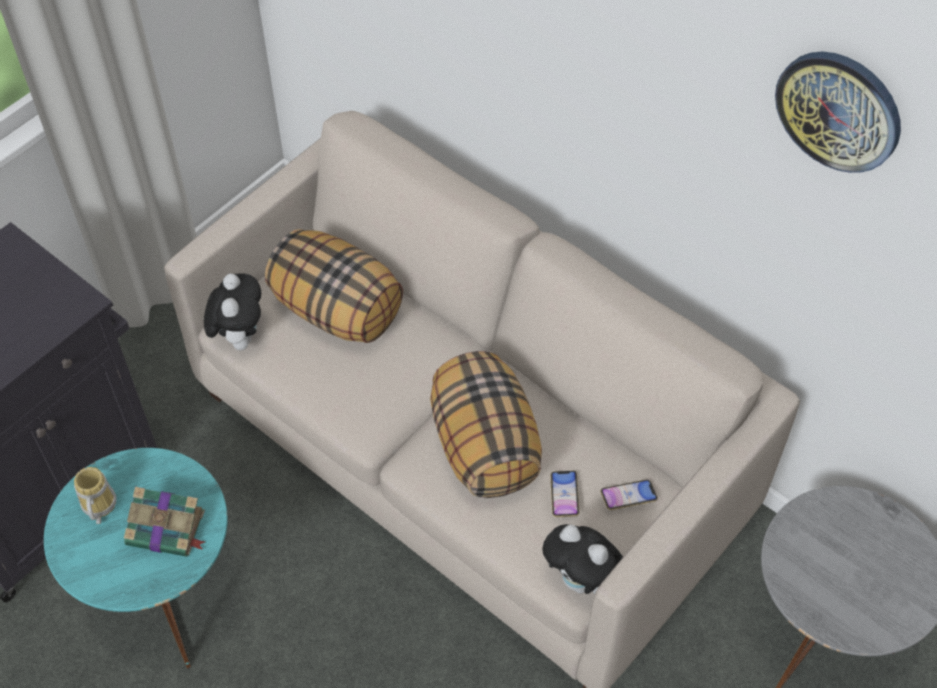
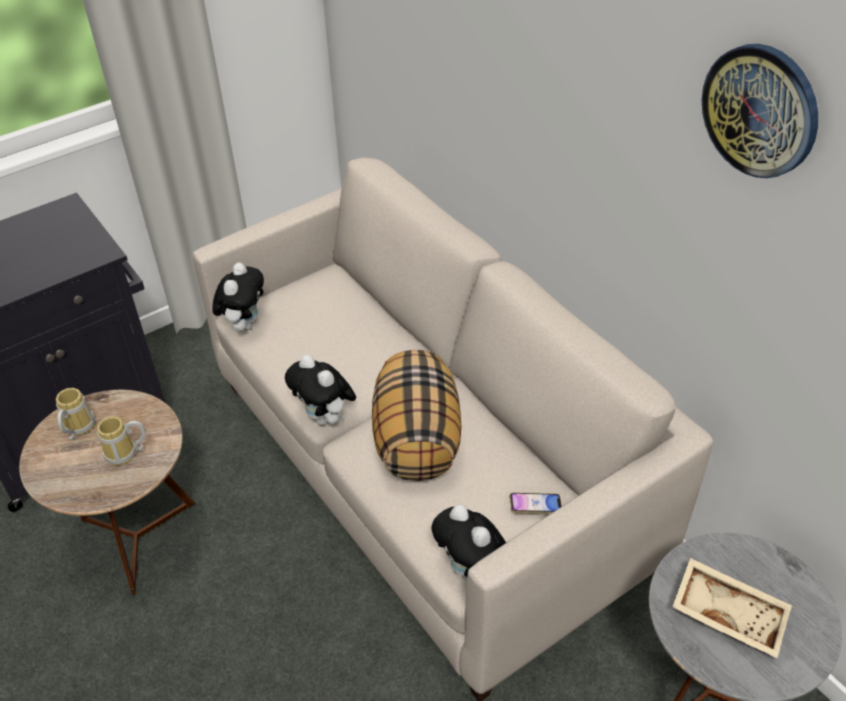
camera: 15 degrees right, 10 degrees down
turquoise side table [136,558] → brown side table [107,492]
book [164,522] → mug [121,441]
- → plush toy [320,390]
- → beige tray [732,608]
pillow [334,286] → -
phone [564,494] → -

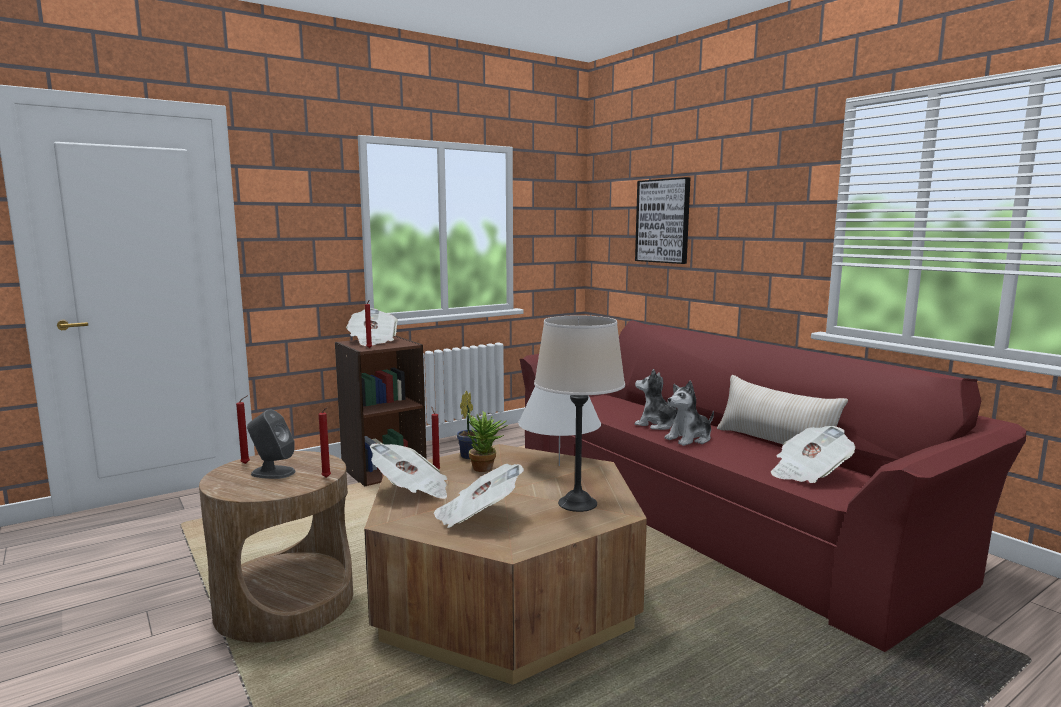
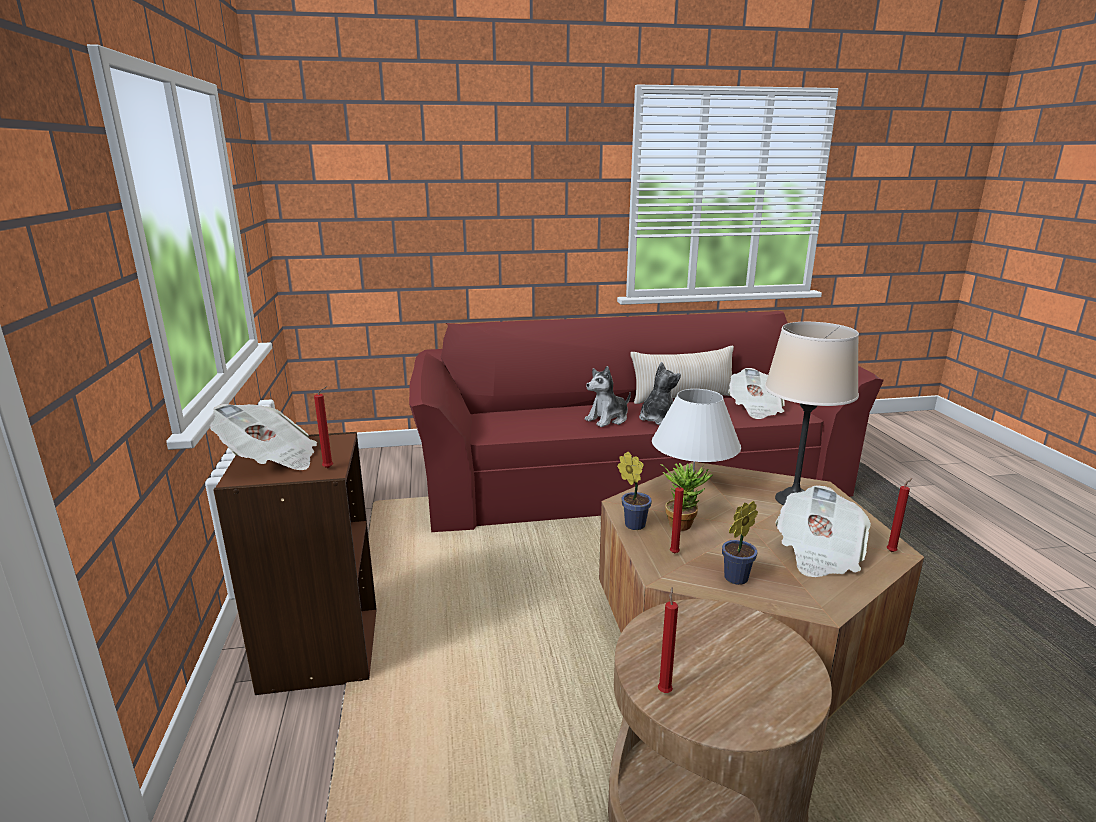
camera: 65 degrees left, 10 degrees up
plush toy [689,413] → plush toy [660,393], 135 degrees counterclockwise
newspaper [408,471] → potted plant [740,543]
red candle [325,442] → red candle [900,515], move
grey speaker [271,444] → -
picture [662,220] → -

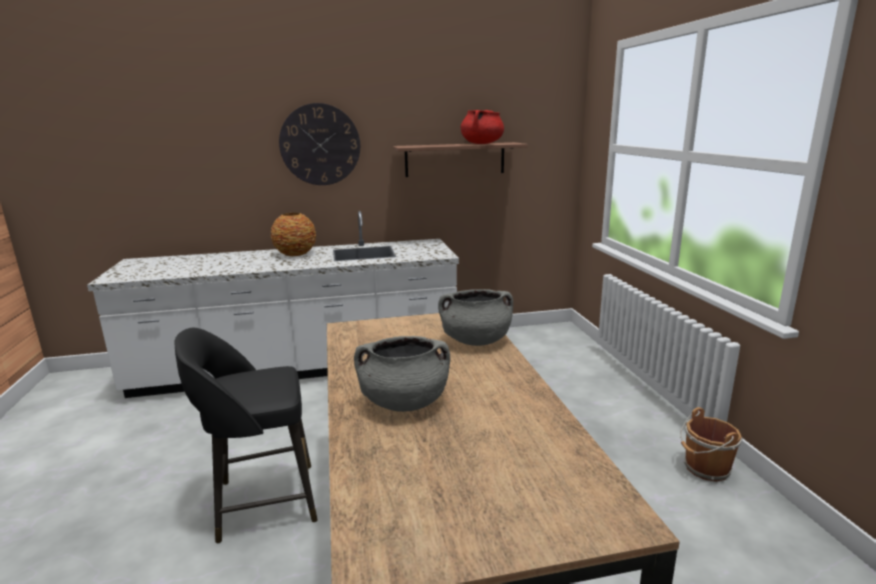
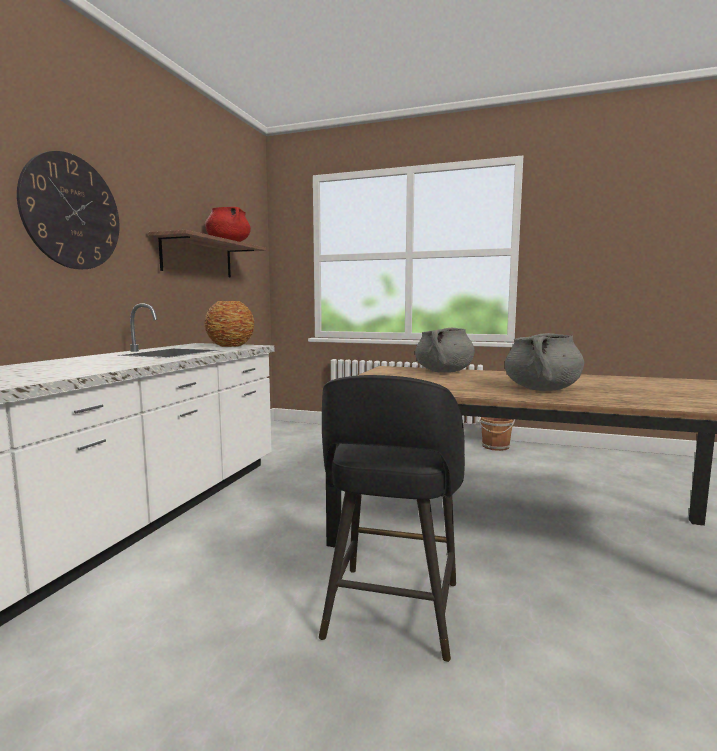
camera: 60 degrees left, 10 degrees down
vase [293,234] → vase [229,324], move

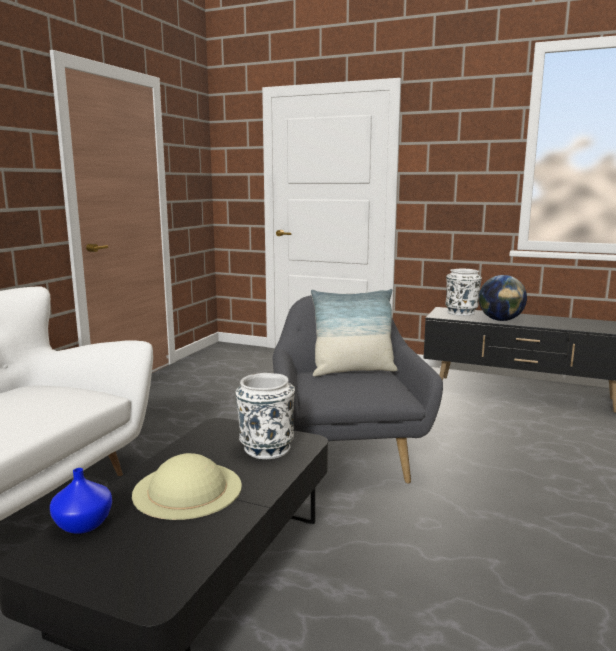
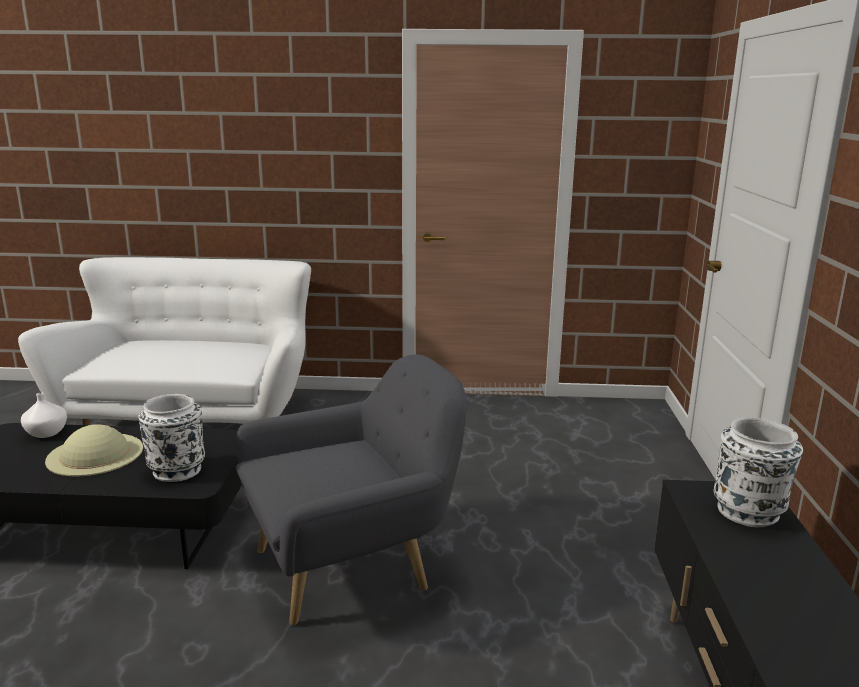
camera: 70 degrees right, 5 degrees up
blue vase [81,501] → white vase [44,415]
pillow [354,332] → -
globe [503,298] → -

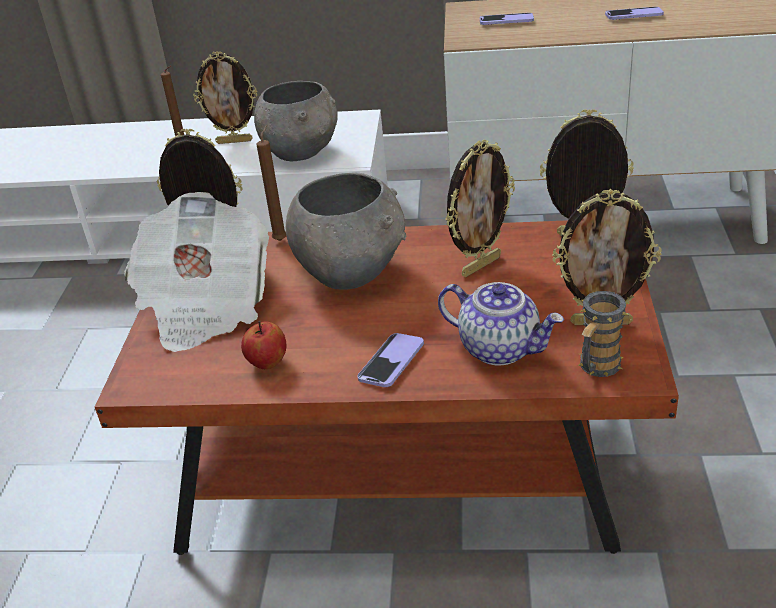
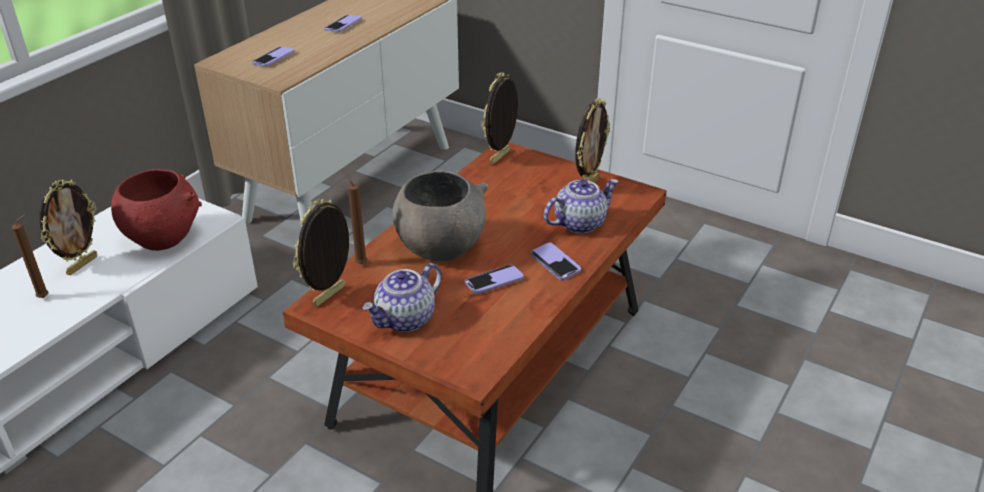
camera: 65 degrees left, 0 degrees up
grey bowl [296,121] → red bowl [156,210]
newspaper [196,272] → teapot [402,297]
- → phone [494,279]
apple [263,345] → -
picture frame [480,208] → -
mug [603,334] → -

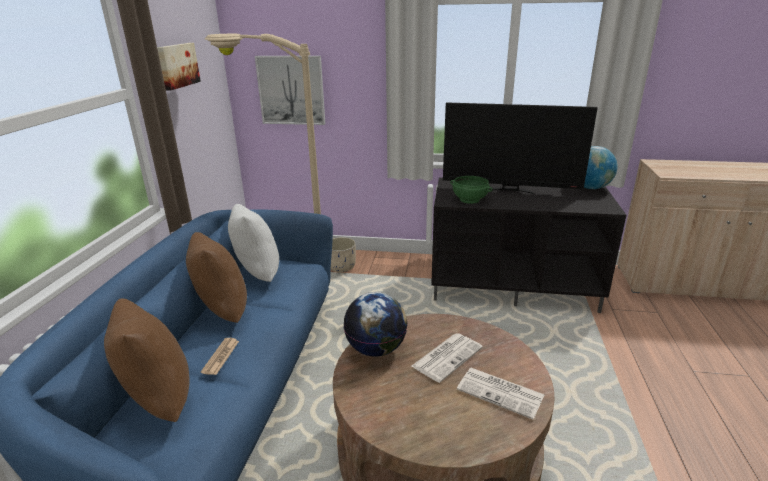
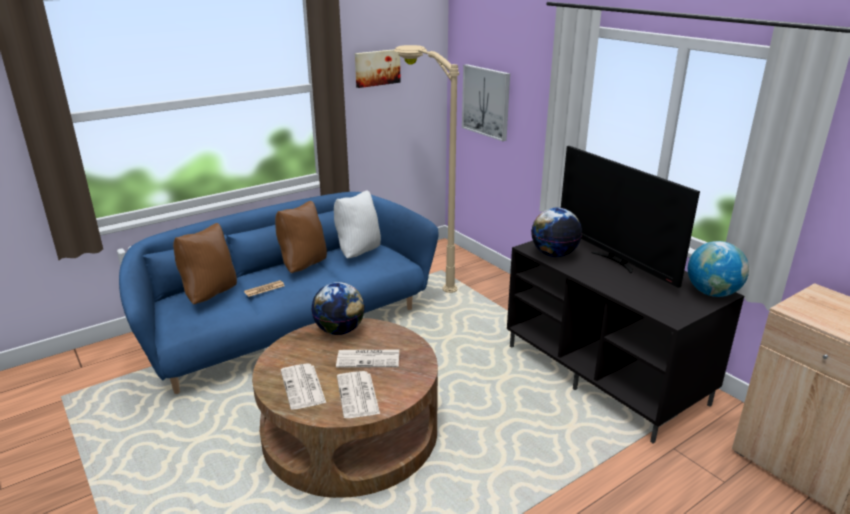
camera: 45 degrees right, 0 degrees up
- → newspaper [303,386]
green bowl [471,190] → globe [556,232]
beige planter [343,254] → -

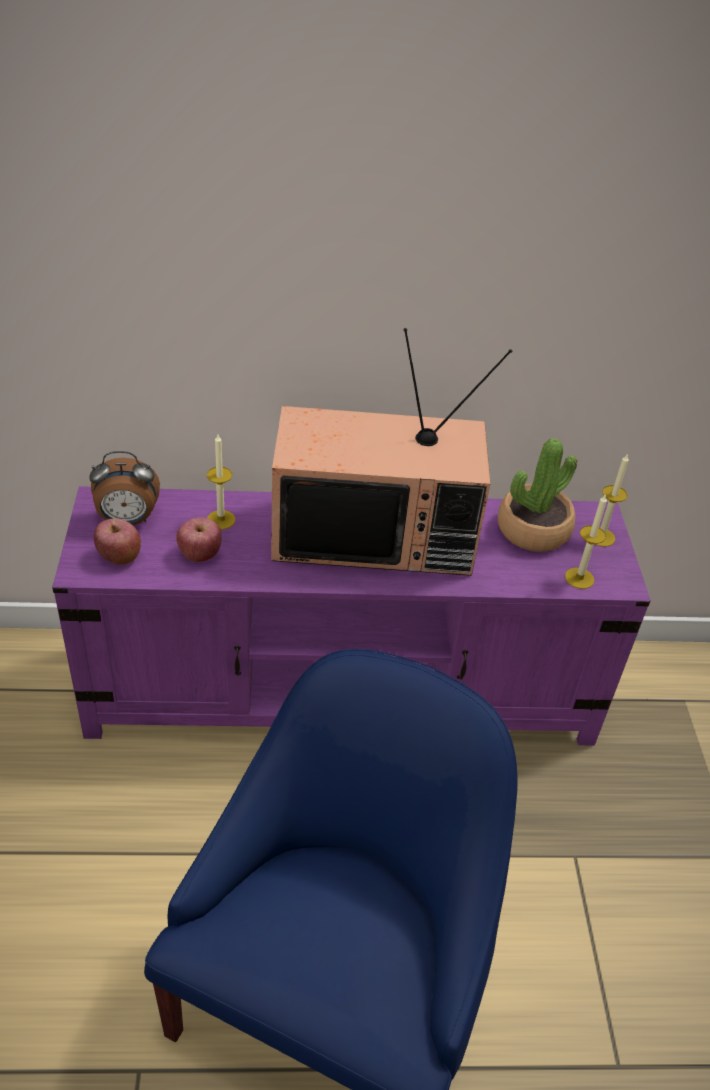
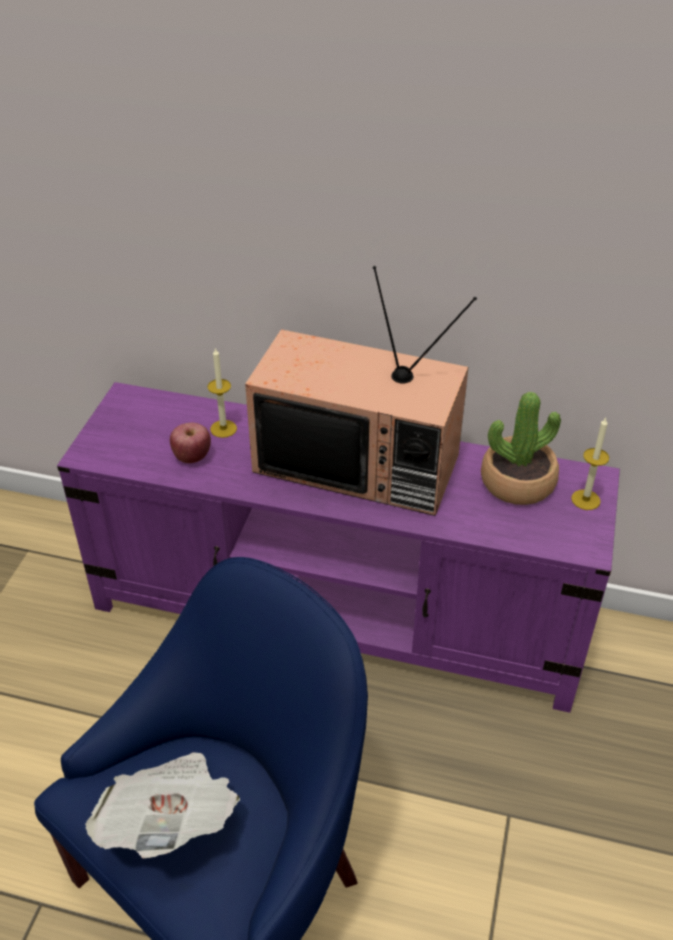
camera: 20 degrees right, 0 degrees up
- → newspaper [162,805]
alarm clock [124,488] → -
apple [117,541] → -
candle [586,542] → -

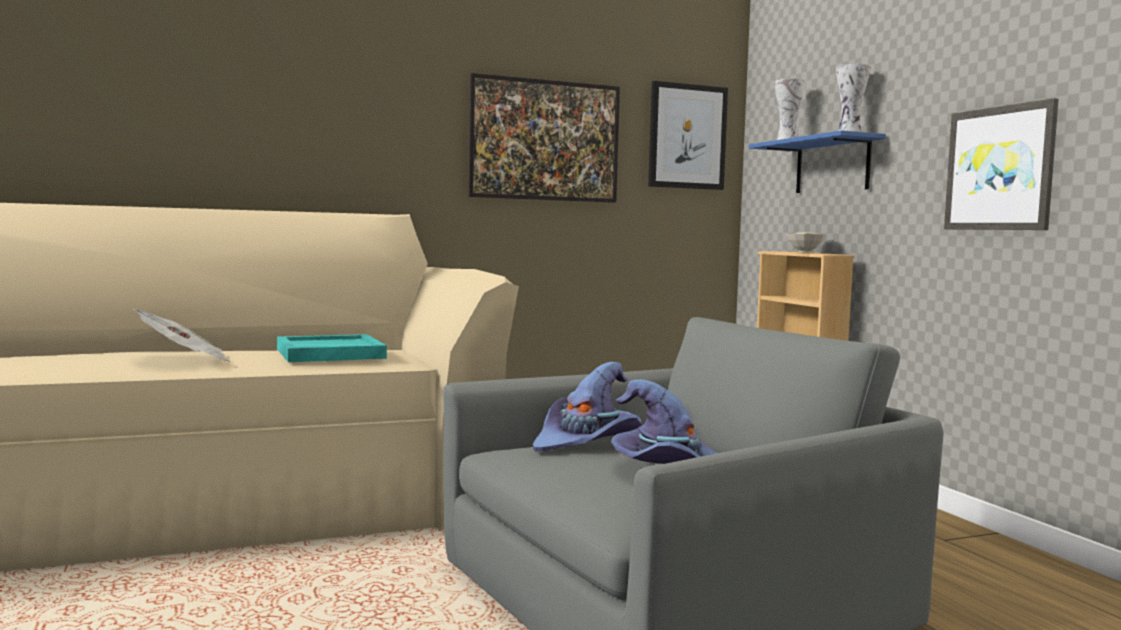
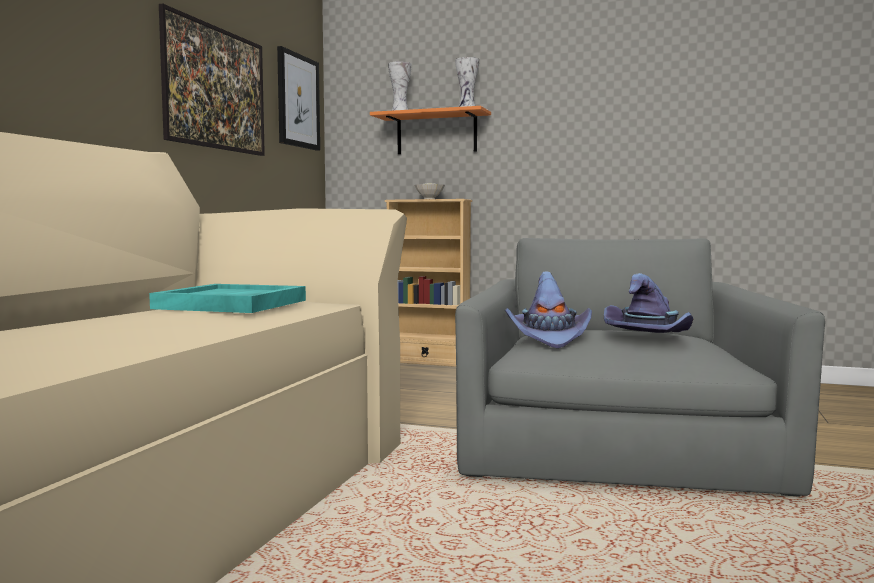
camera: 50 degrees left, 0 degrees up
blue shelf [817,161] → orange shelf [430,130]
newspaper [181,335] → -
picture [1001,164] → -

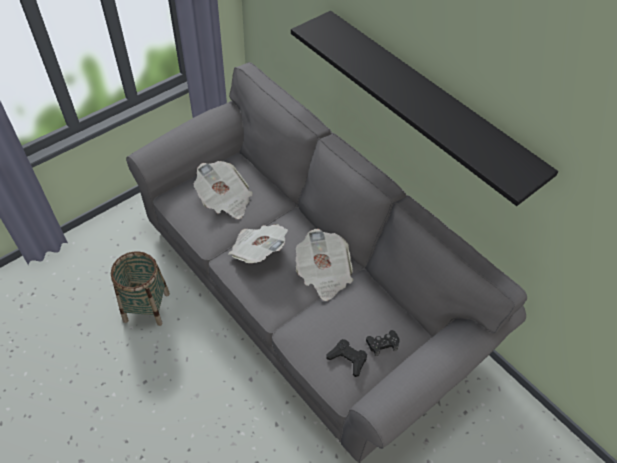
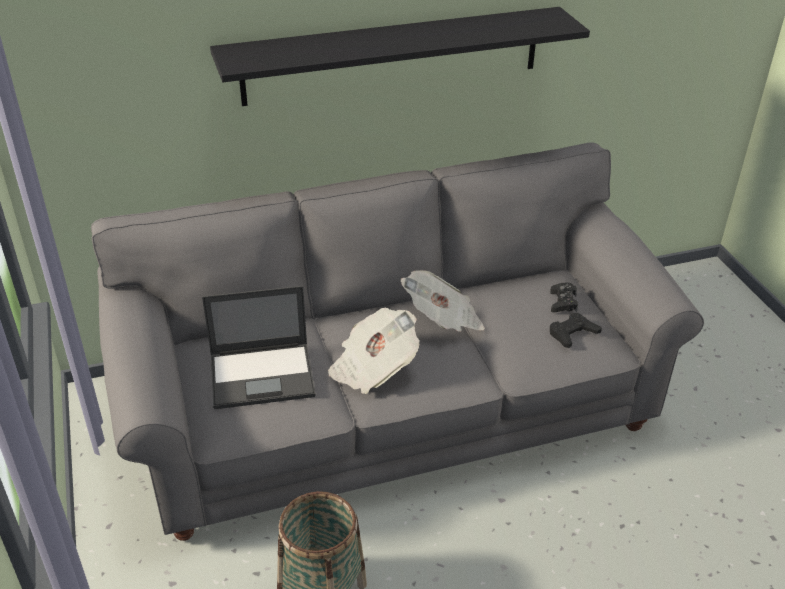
camera: 65 degrees left, 15 degrees down
newspaper [223,190] → laptop [258,347]

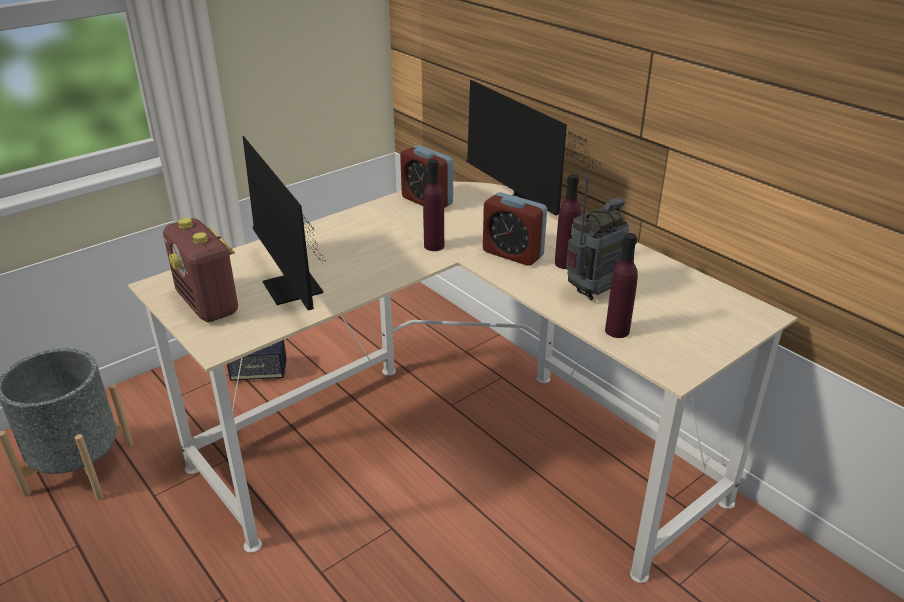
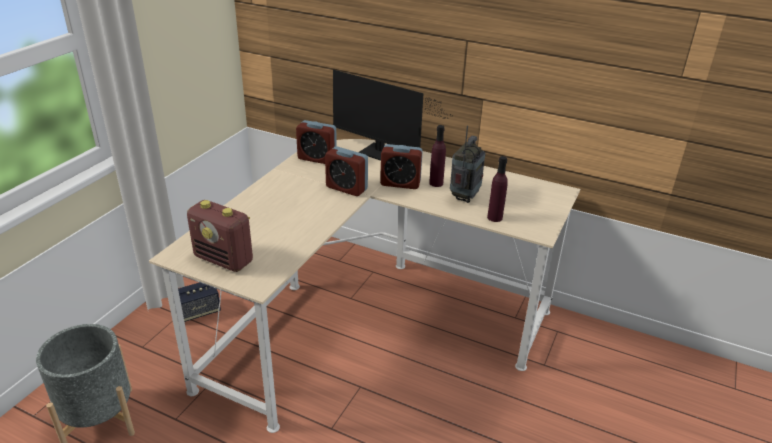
camera: 25 degrees left, 0 degrees up
purple bottle [433,205] → alarm clock [346,171]
monitor [283,223] → -

